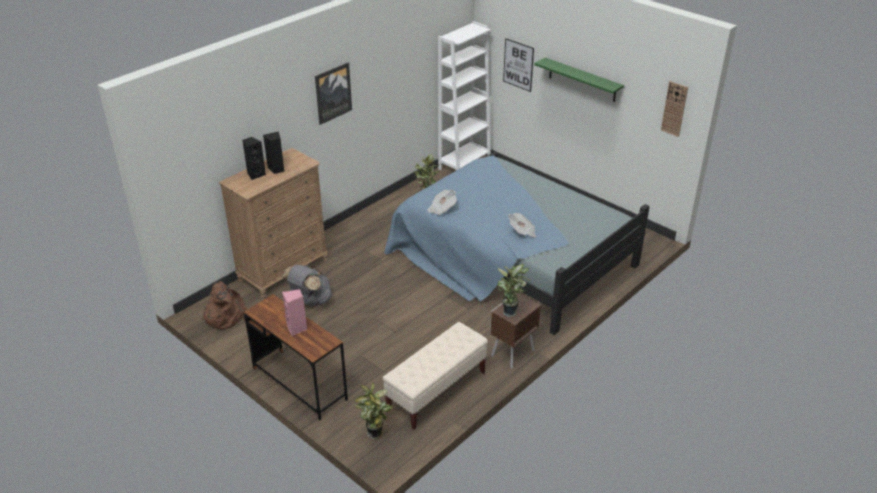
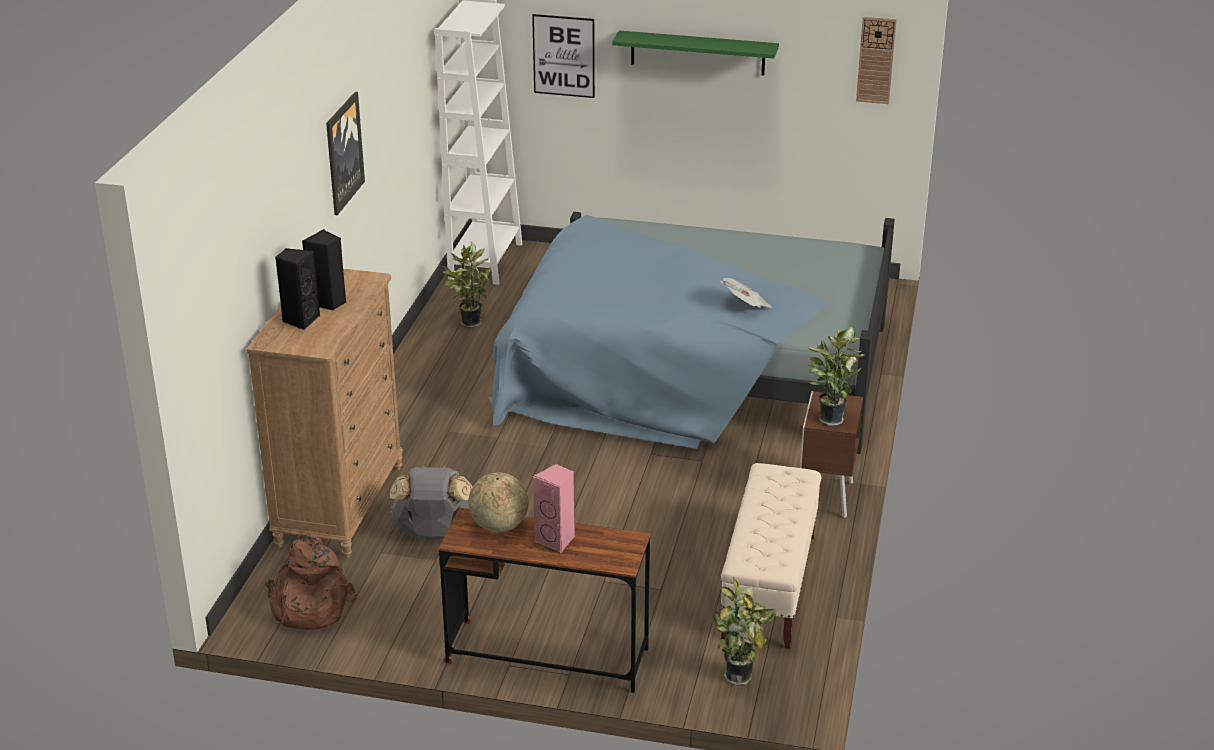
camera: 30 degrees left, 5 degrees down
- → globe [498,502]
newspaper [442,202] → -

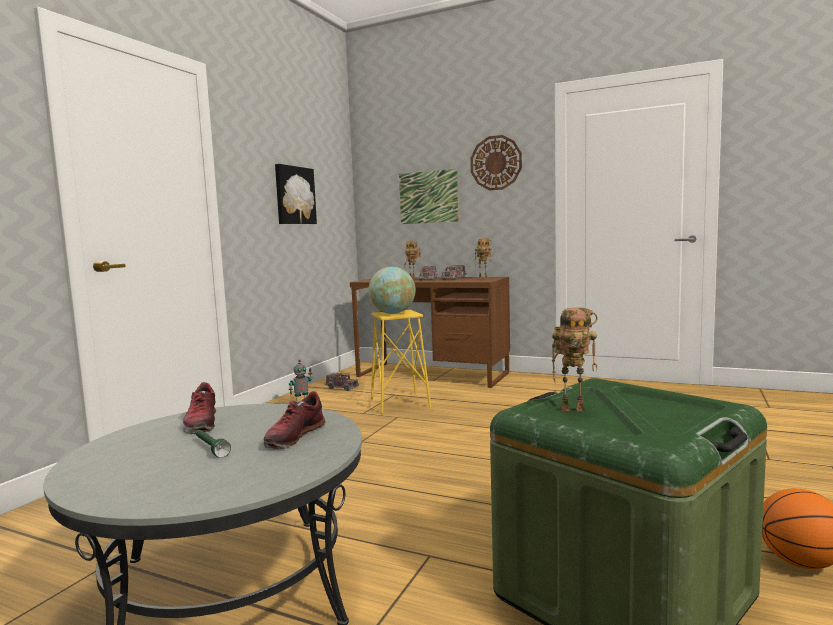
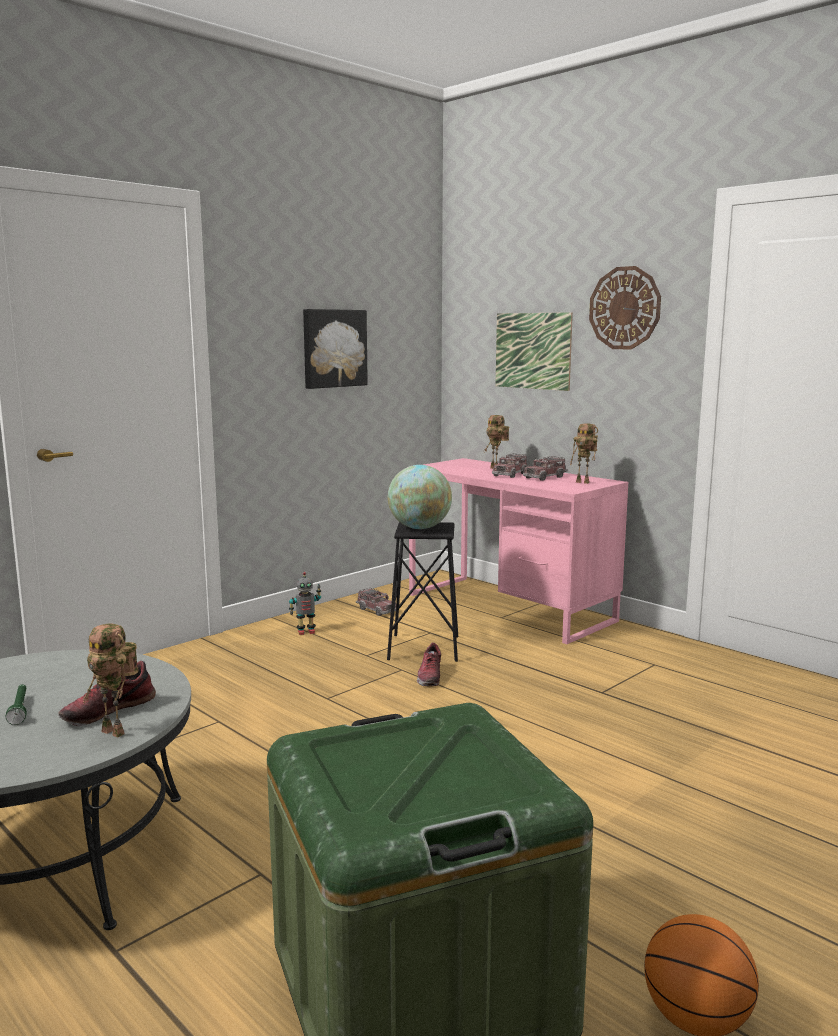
camera: 20 degrees right, 5 degrees up
toy robot [575,359] → toy robot [111,680], move
yellow stool [401,362] → black stool [422,592]
brown desk [430,332] → pink desk [518,551]
shoe [199,408] → shoe [429,664], move

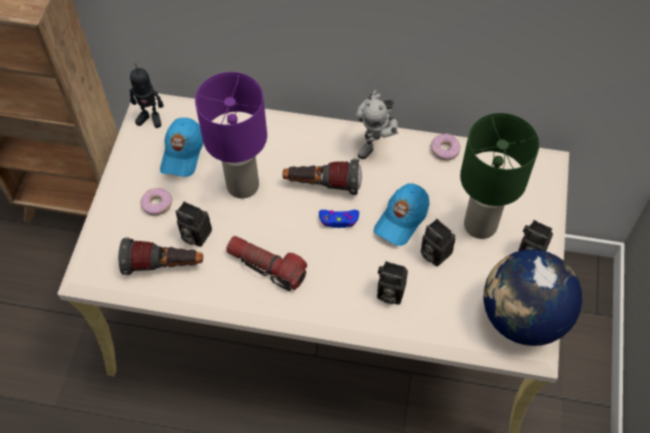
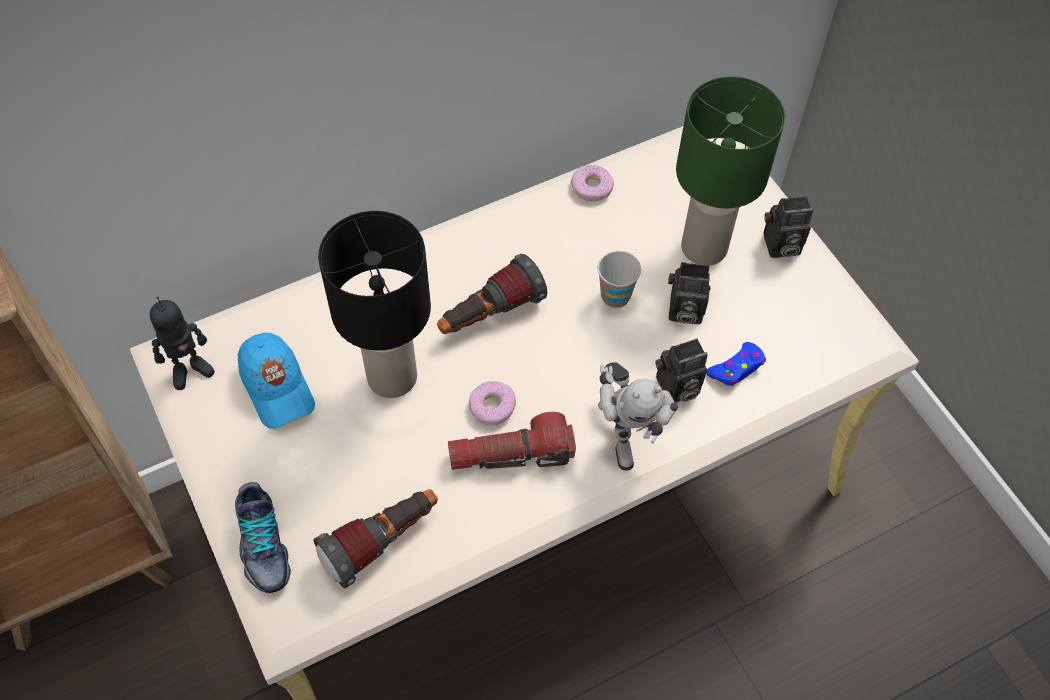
camera: 40 degrees left, 0 degrees up
- → shoe [263,537]
purple table lamp [231,135] → black table lamp [374,304]
donut [156,201] → donut [492,403], move
blue cap [402,214] → cup [619,279]
toy robot [377,124] → toy robot [638,416], move
blue game controller [339,219] → blue game controller [736,364], move
photo camera [194,224] → -
globe [533,297] → -

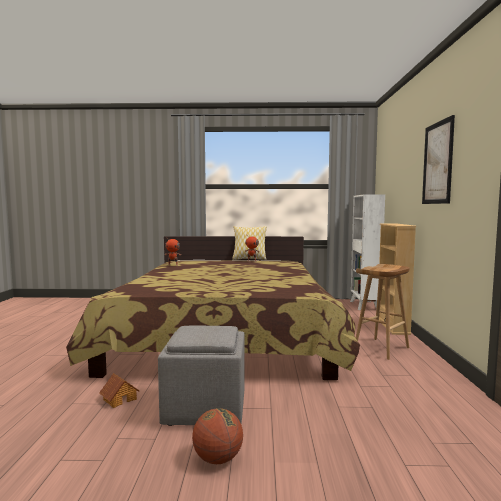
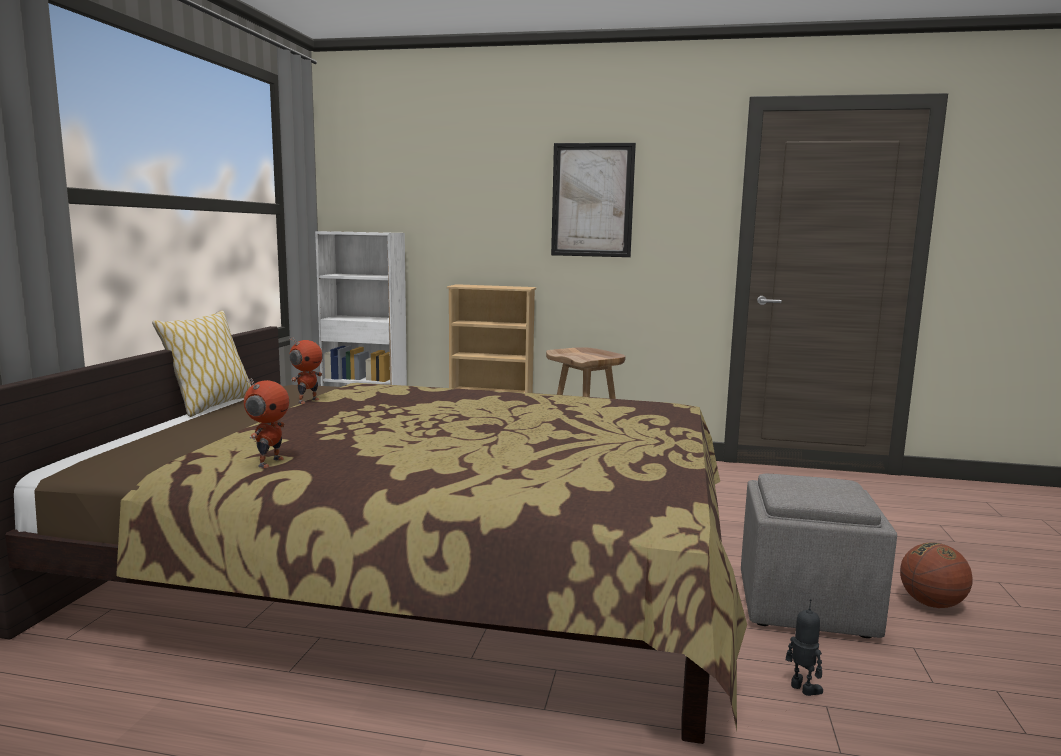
camera: 80 degrees left, 5 degrees up
toy house [119,390] → toy robot [804,647]

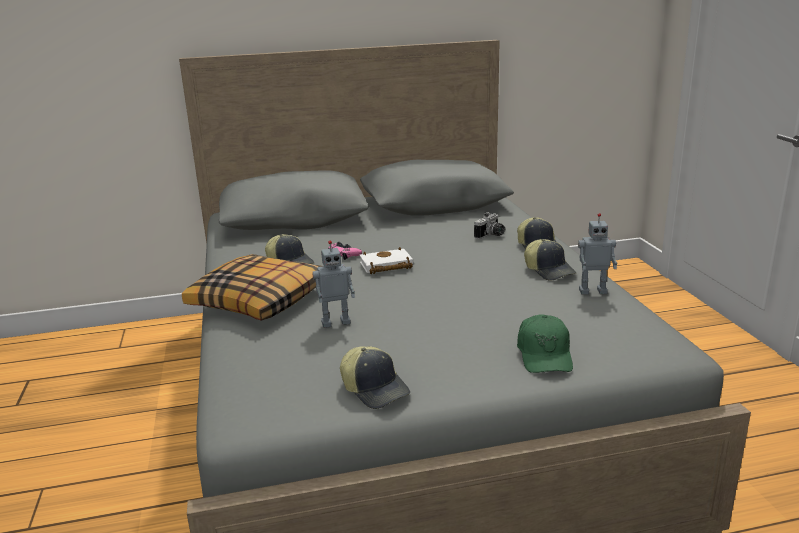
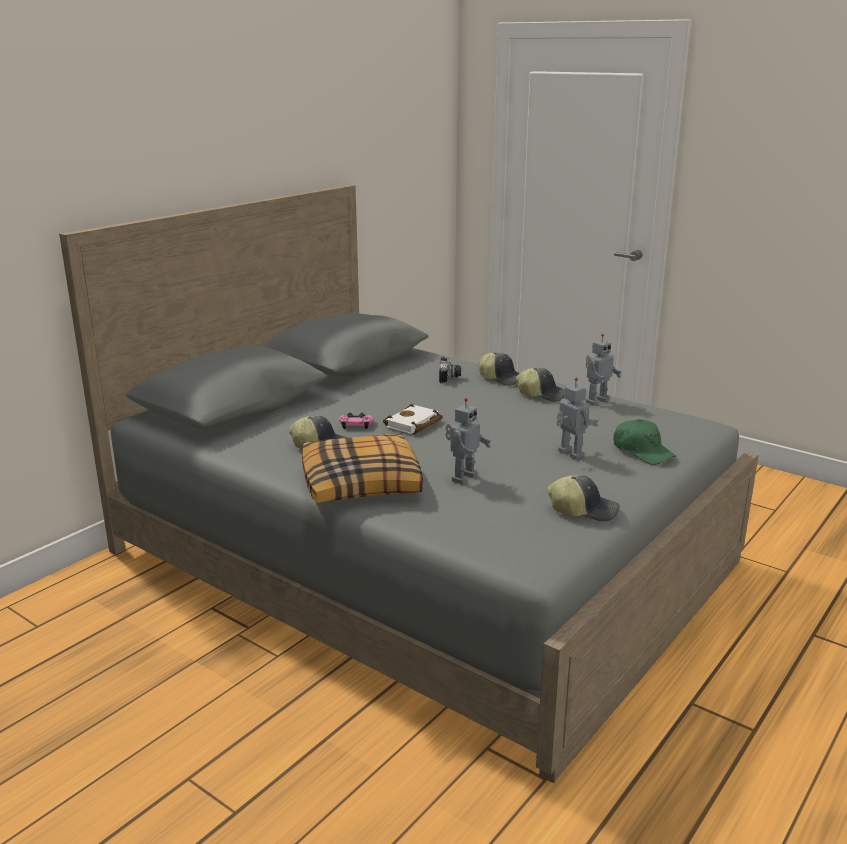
camera: 40 degrees left, 0 degrees up
- → toy robot [577,419]

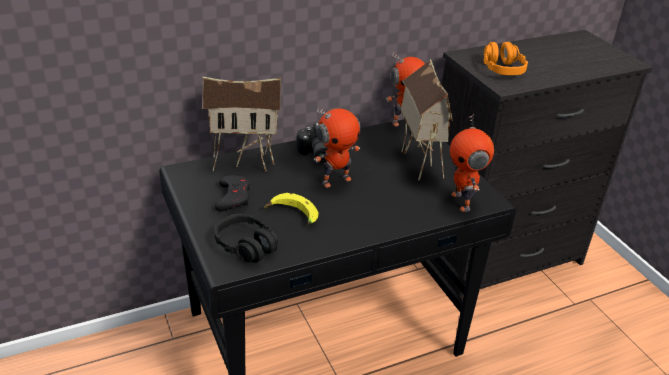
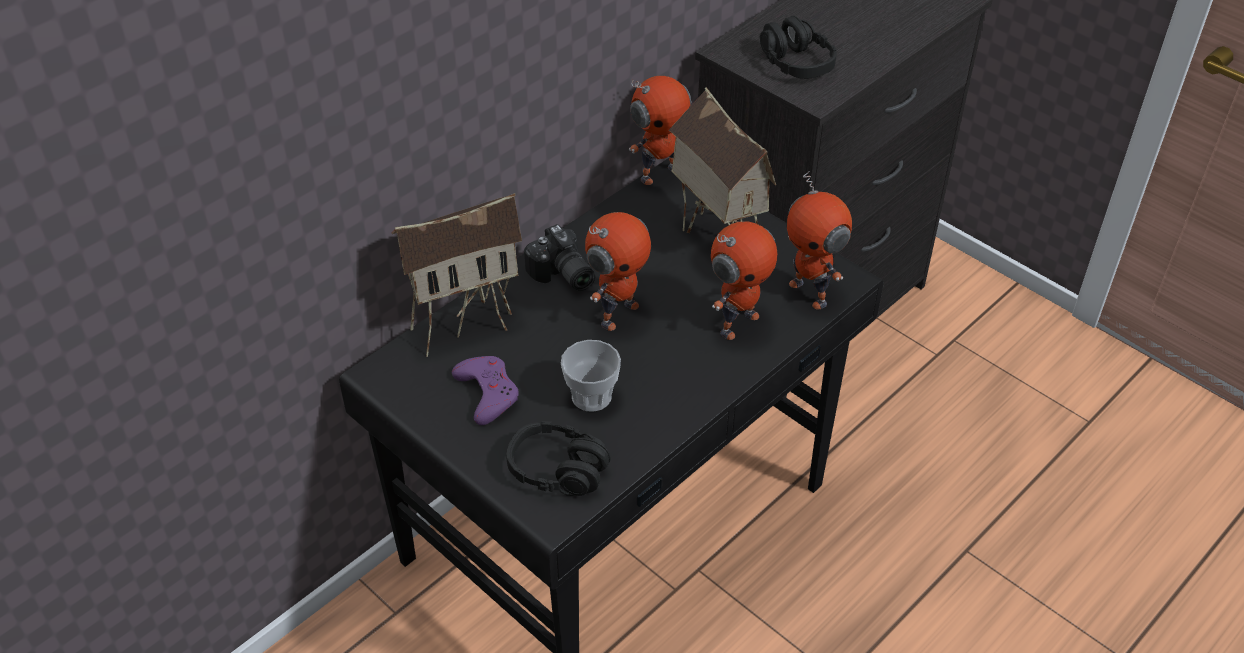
camera: 20 degrees left, 10 degrees up
black game controller [232,193] → purple game controller [485,390]
banana [291,208] → cup [591,375]
- → toy robot [744,280]
orange headphones [506,58] → black headphones [798,47]

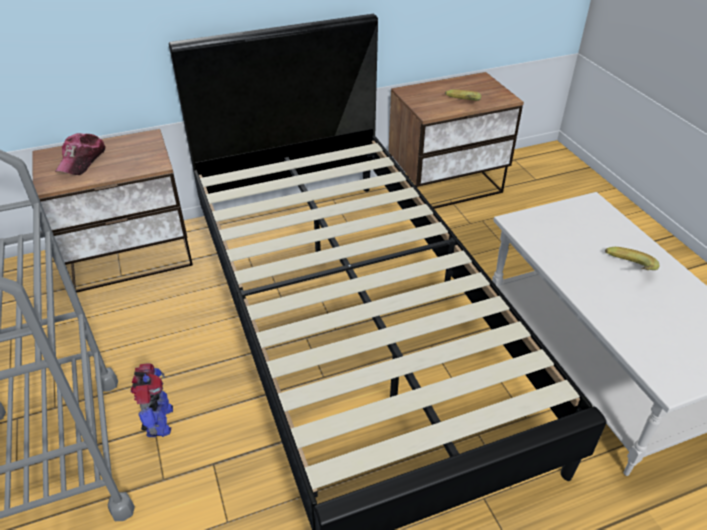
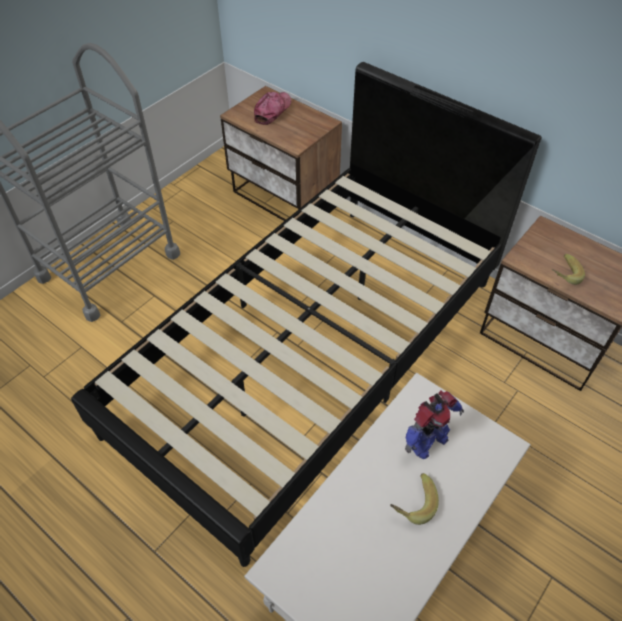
camera: 60 degrees right, 10 degrees up
cap [80,154] → cap [272,108], 135 degrees clockwise
toy robot [152,400] → toy robot [434,424], move

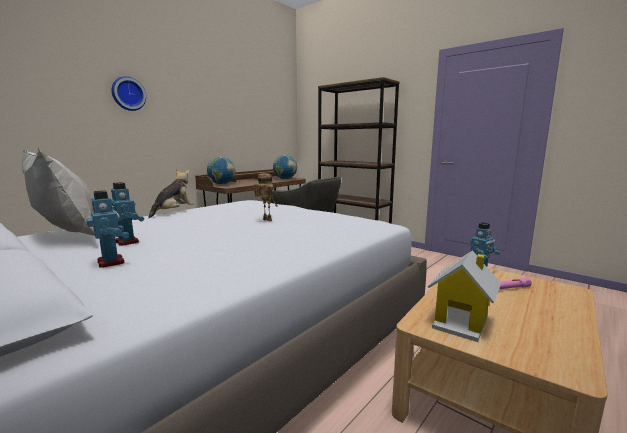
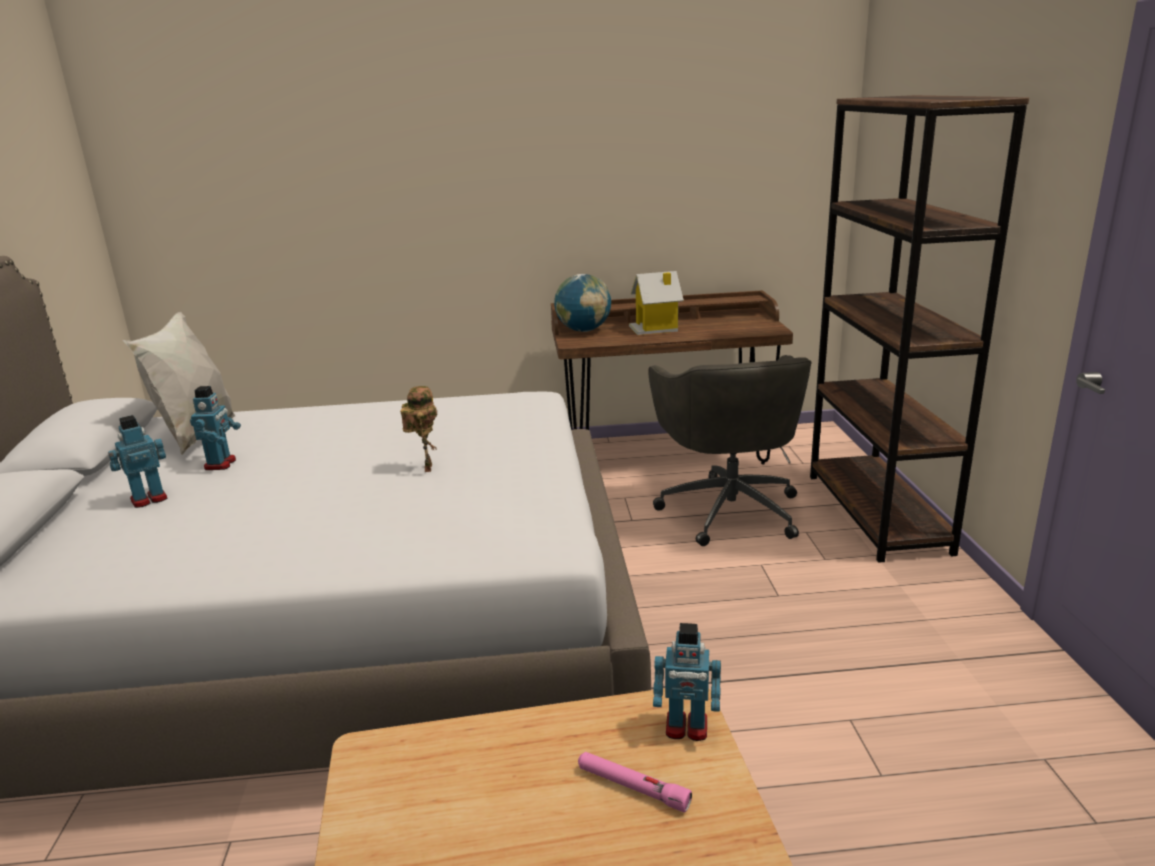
camera: 45 degrees right, 10 degrees up
toy robot [107,229] → toy robot [138,461], 135 degrees counterclockwise
toy house [464,296] → toy house [656,303], move
wall clock [129,93] → -
plush toy [171,194] → -
globe [285,167] → -

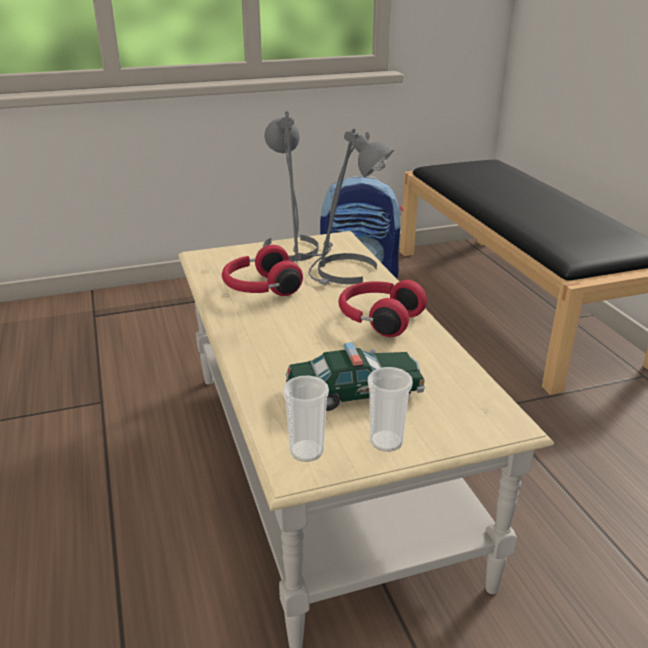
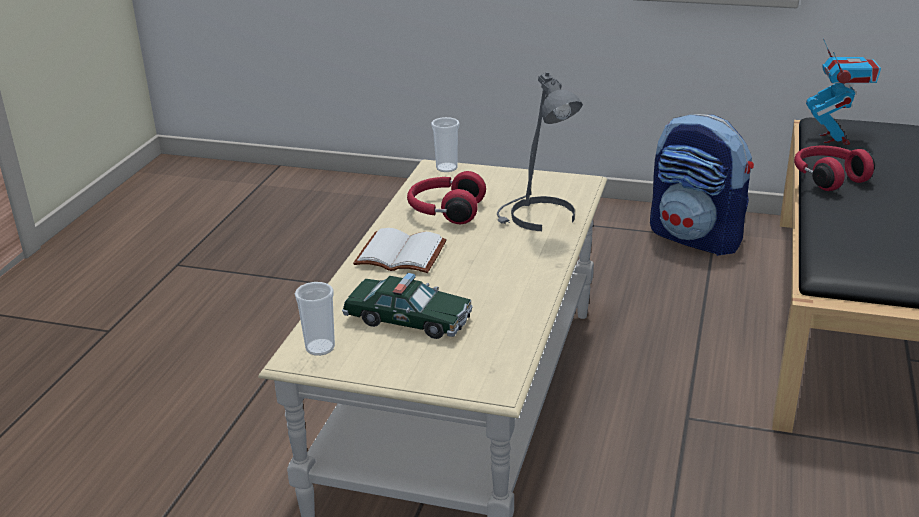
camera: 35 degrees right, 0 degrees up
- → white book [400,250]
cup [390,409] → cup [445,144], move
red headphones [382,308] → red headphones [834,168], move
- → toy robot [843,92]
grey table lamp [298,186] → -

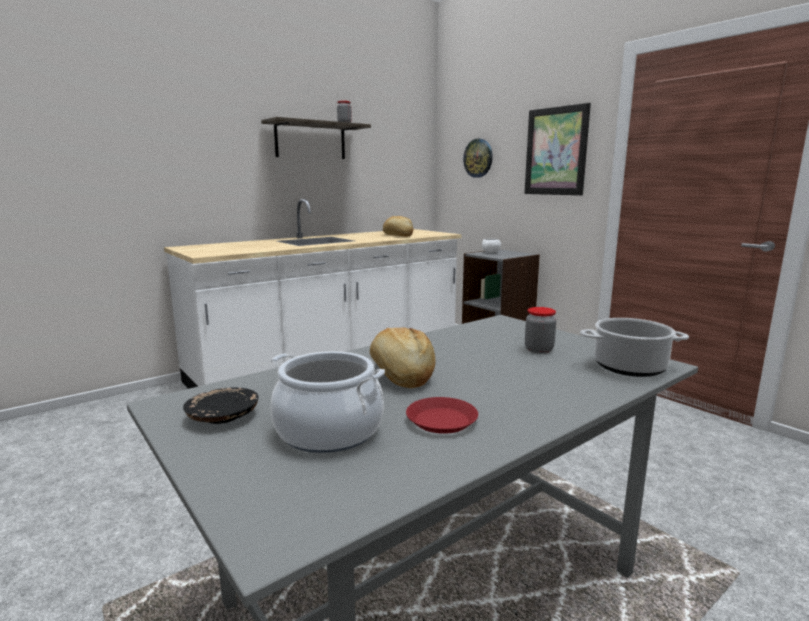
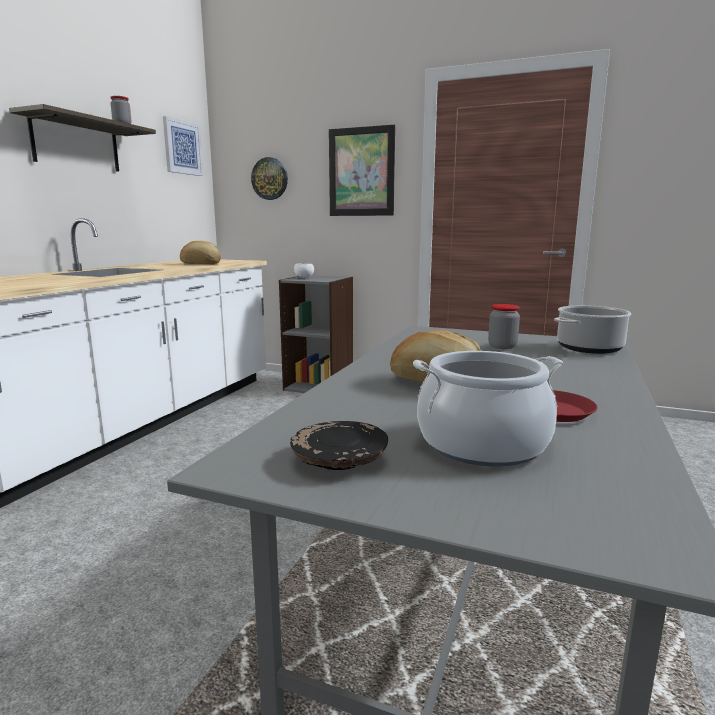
camera: 30 degrees left, 0 degrees up
- → picture [183,146]

